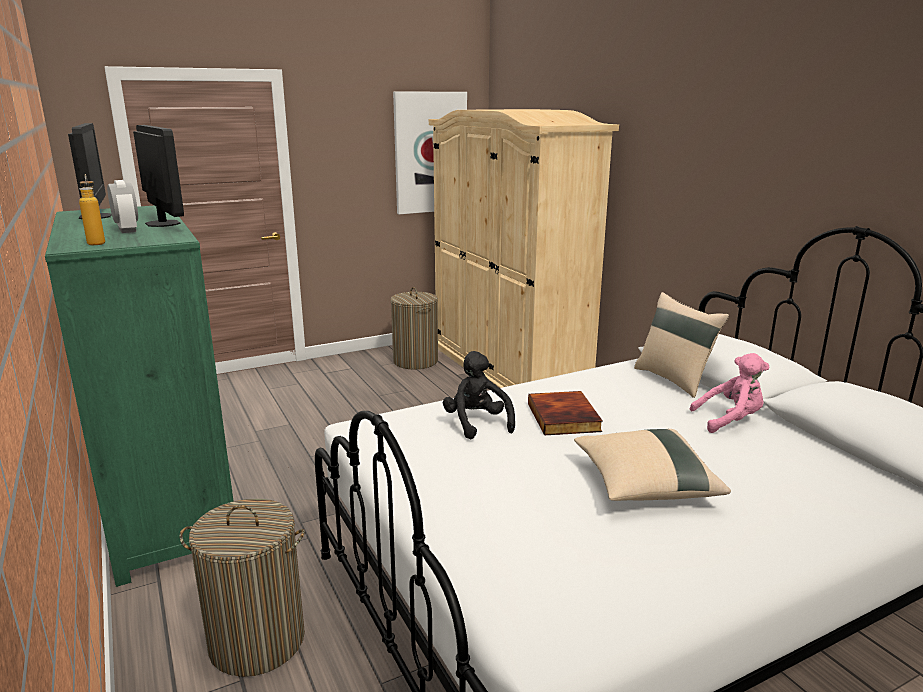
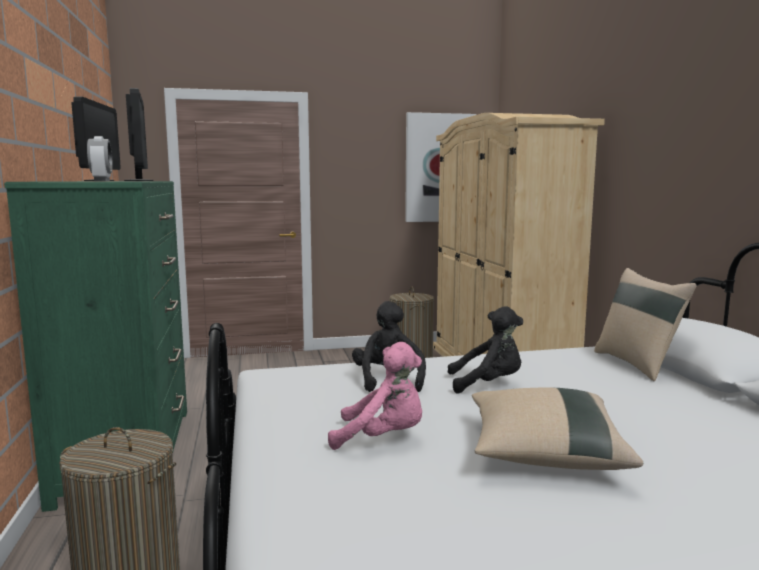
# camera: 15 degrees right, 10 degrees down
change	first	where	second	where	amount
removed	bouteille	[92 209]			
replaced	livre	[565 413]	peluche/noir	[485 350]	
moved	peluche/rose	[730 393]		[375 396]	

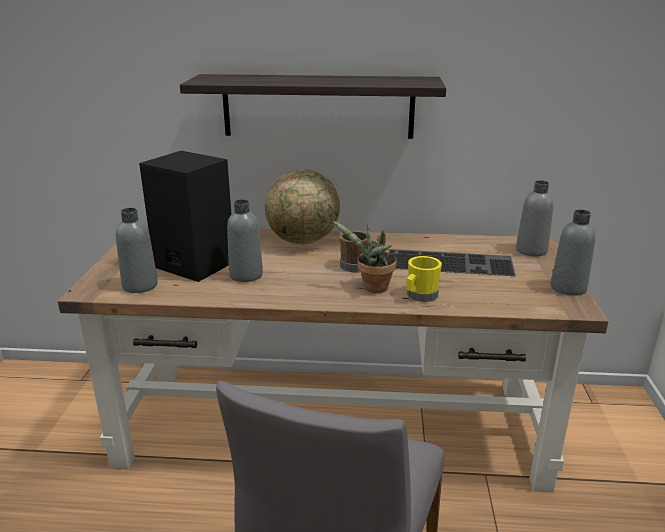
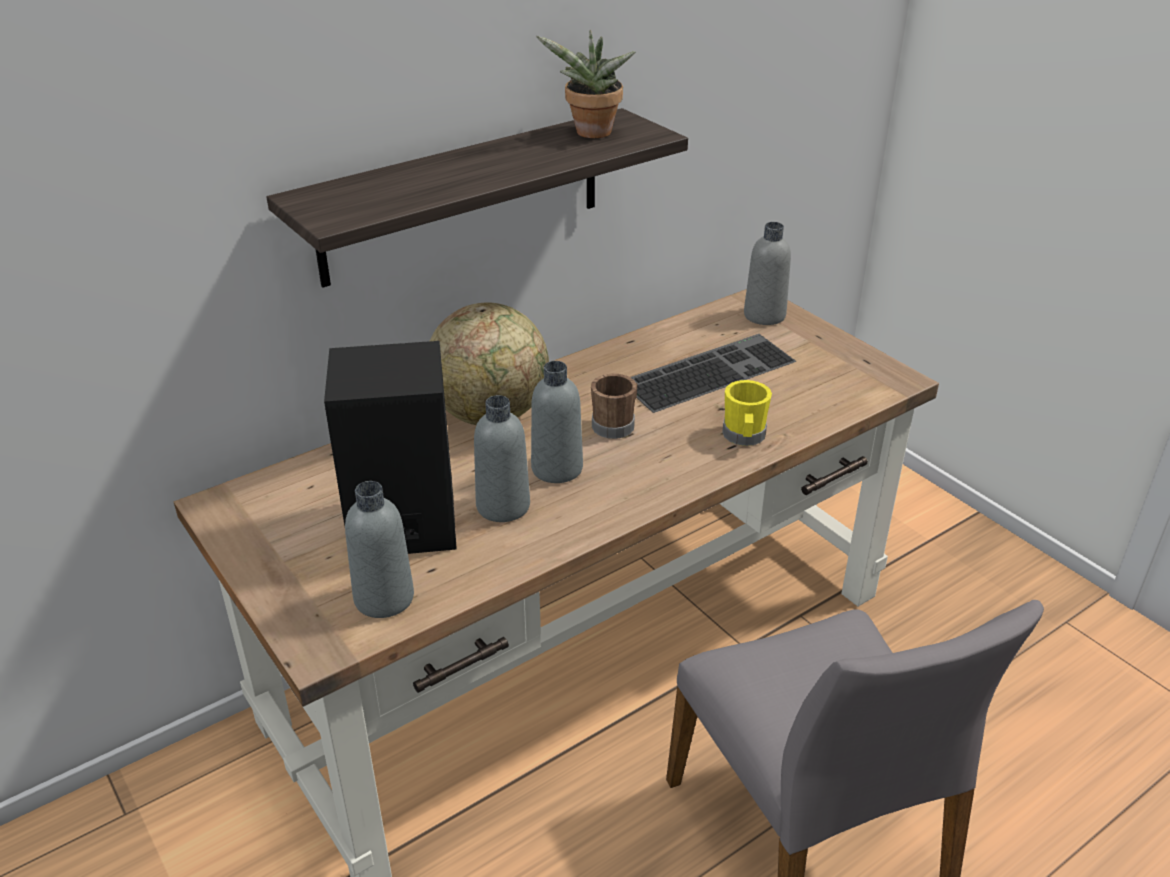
# camera: 40 degrees left, 10 degrees up
change	first	where	second	where	amount
moved	plante en pot	[364 256]		[585 84]	
moved	bouteille/gris	[573 253]		[557 422]	

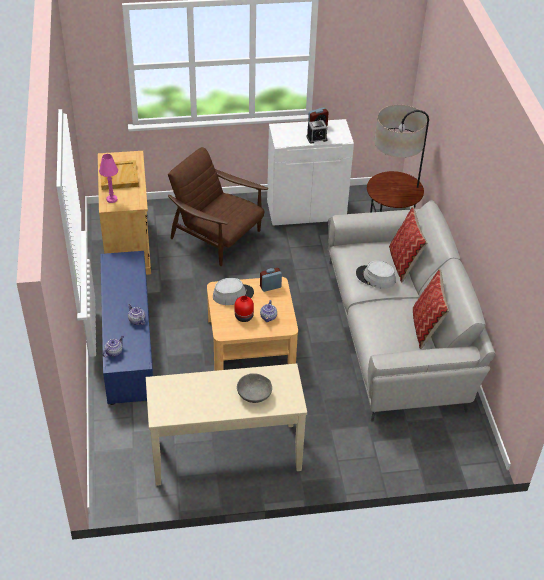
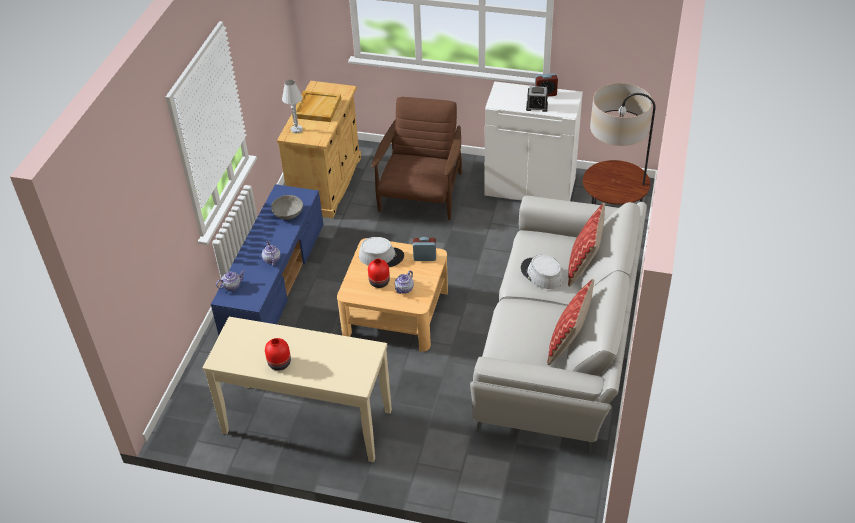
# camera: 25 degrees right, 0 degrees up
change	first	where	second	where	amount
recoloured	lampe de table/rose	[108 178]	lampe de table/blanc	[292 106]	
turned	fauteuil/marron	[218 206]		[416 158]	45 degrees clockwise
moved	bol/gris	[254 388]		[287 207]	
added			vase/rouge	[278 354]	

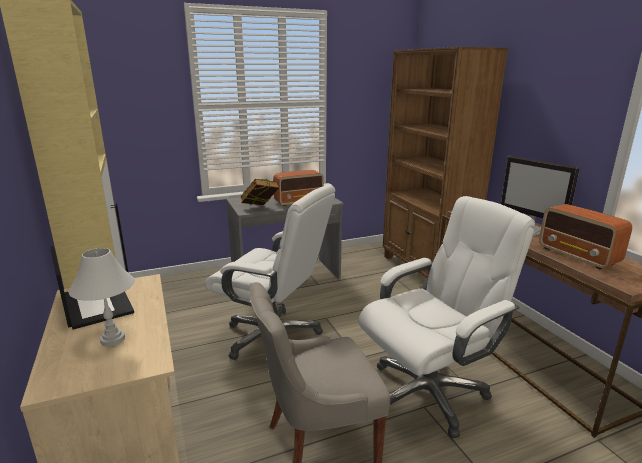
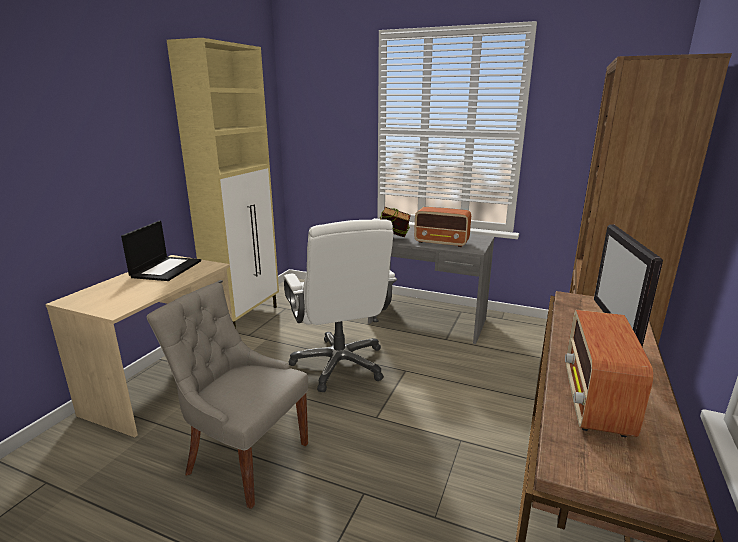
# camera: 45 degrees right, 0 degrees up
change	first	where	second	where	amount
removed	lampe de table/blanc	[101 297]			
removed	chaise de bureau/blanc	[446 317]			

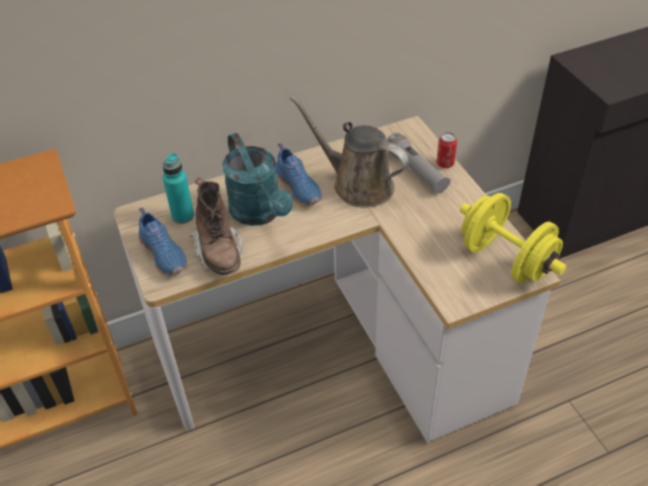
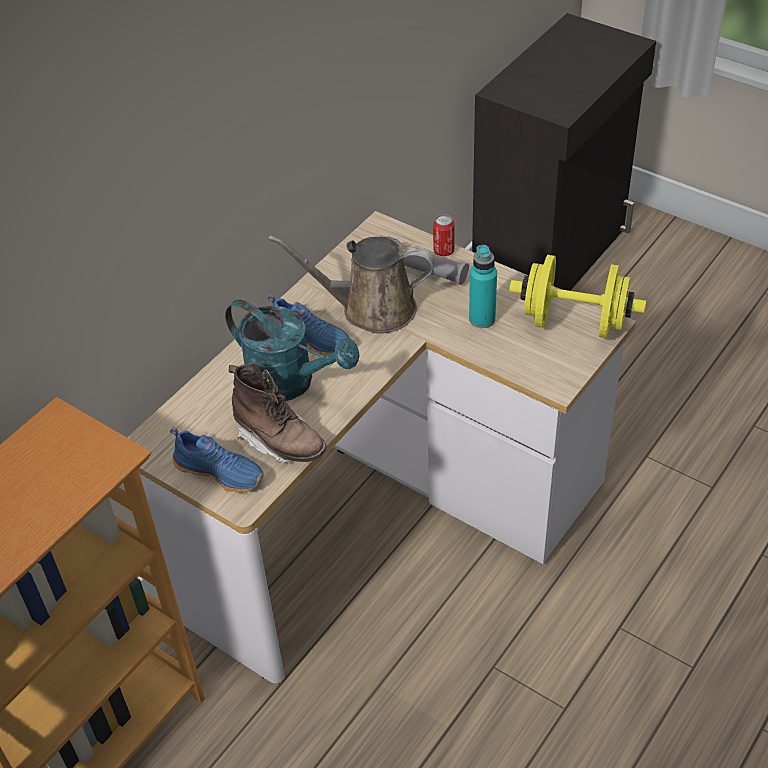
# camera: 30 degrees left, 0 degrees up
change	first	where	second	where	amount
moved	bouteille/turquoise	[178 188]		[483 286]	

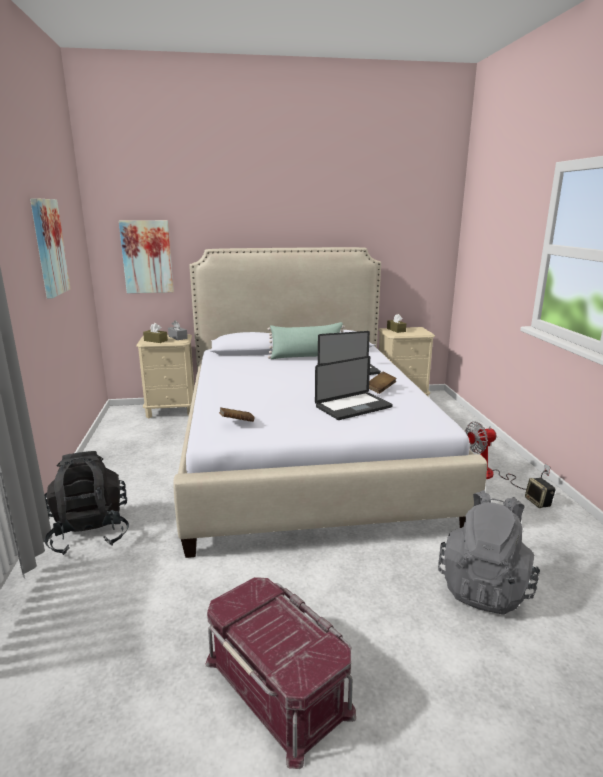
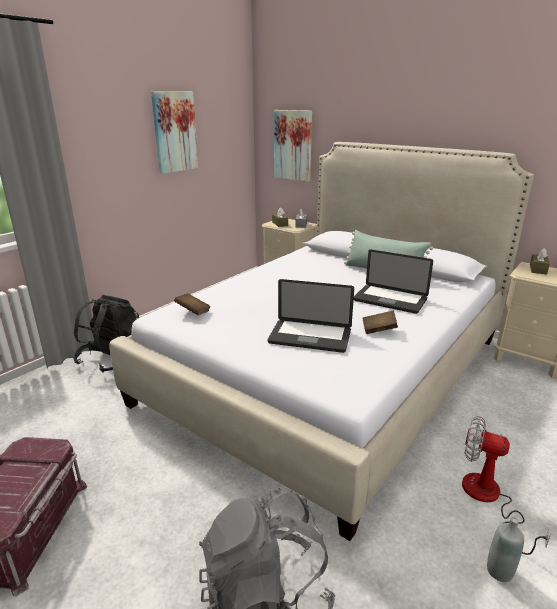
# camera: 45 degrees right, 5 degrees up
change	first	where	second	where	amount
replaced	enceinte	[540 493]	bouteille/gris	[505 549]	

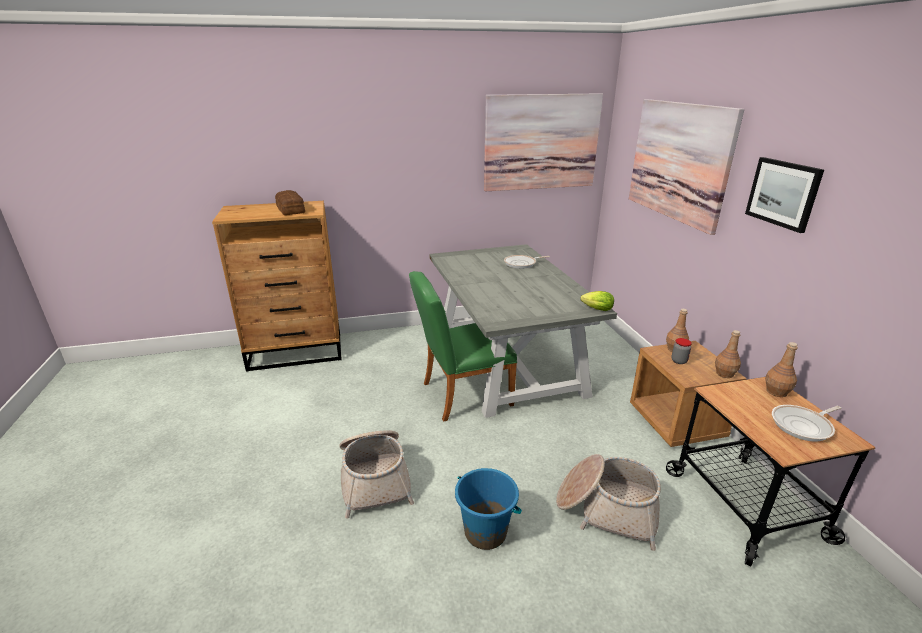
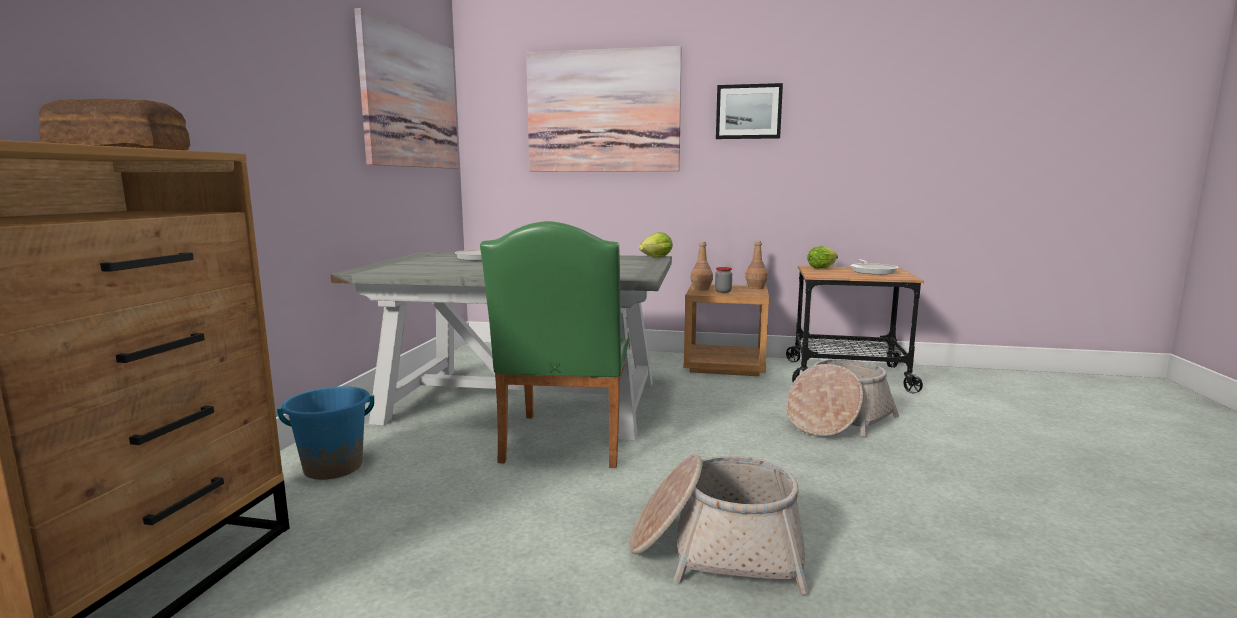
# camera: 65 degrees left, 15 degrees down
change	first	where	second	where	amount
moved	seau/bleu	[488 509]		[325 433]	
replaced	bouteille/marron	[781 369]	laitue	[822 257]	

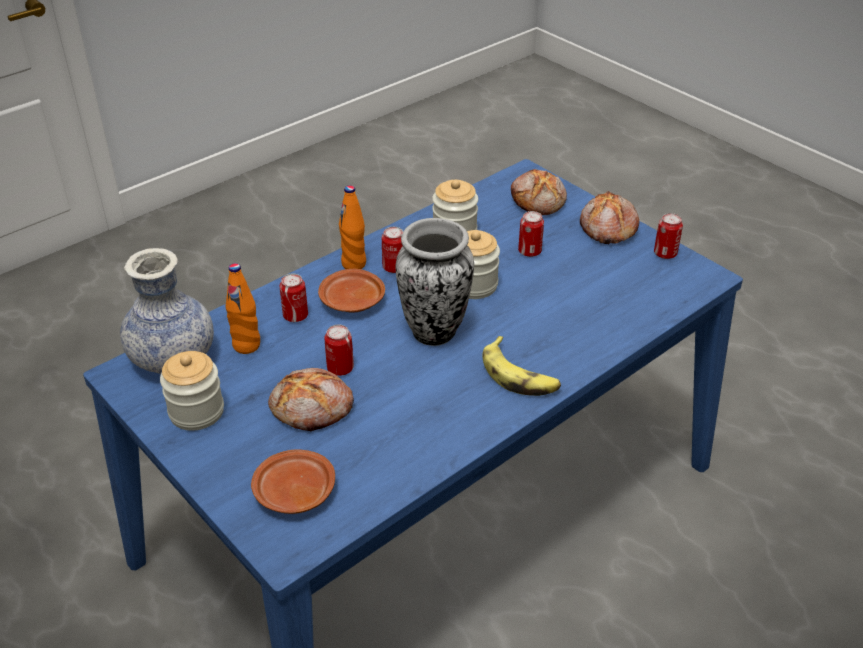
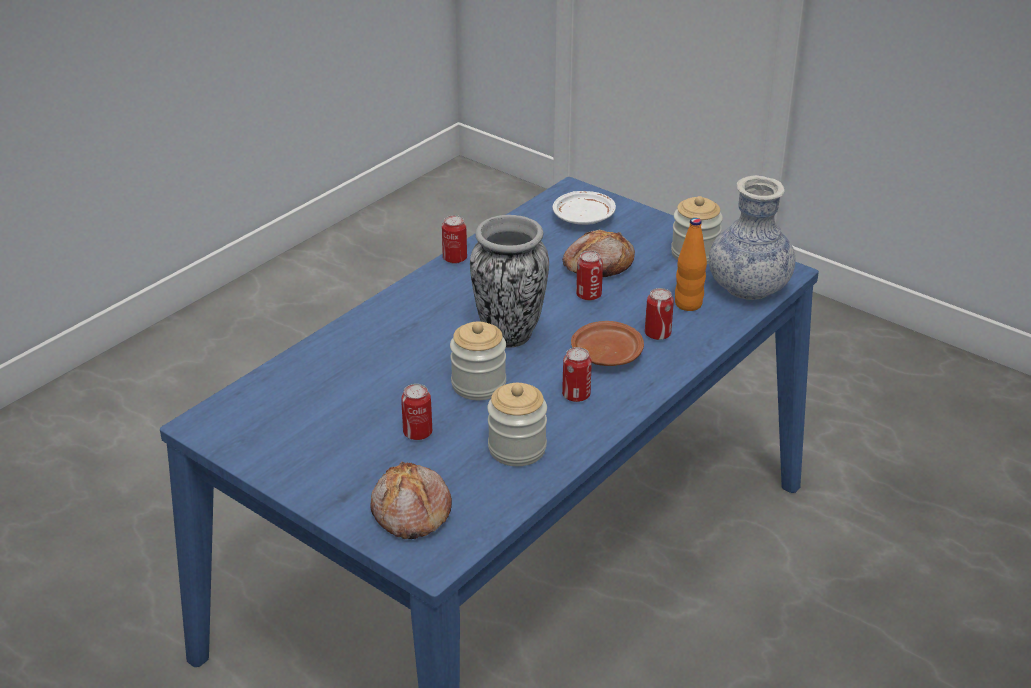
# camera: 170 degrees right, 5 degrees down
change	first	where	second	where	amount
recoloured	assiette/marron	[293 481]	assiette/blanc	[584 208]	
removed	bouteille/orange	[352 227]			
removed	banane	[521 366]			
removed	pain	[609 217]			
moved	boîte métallique	[668 236]		[454 239]	

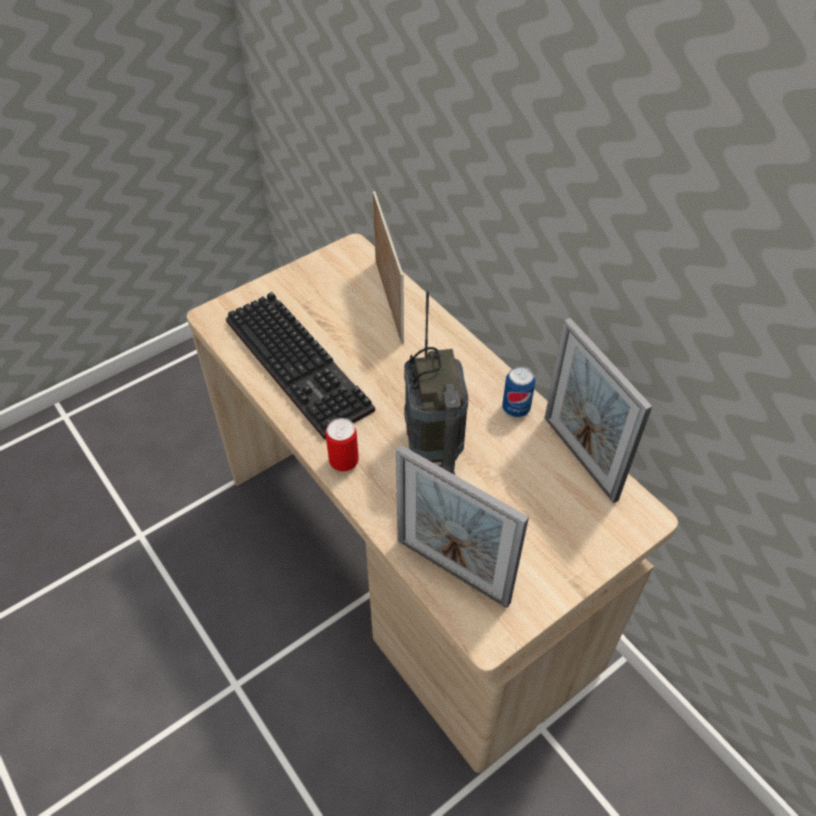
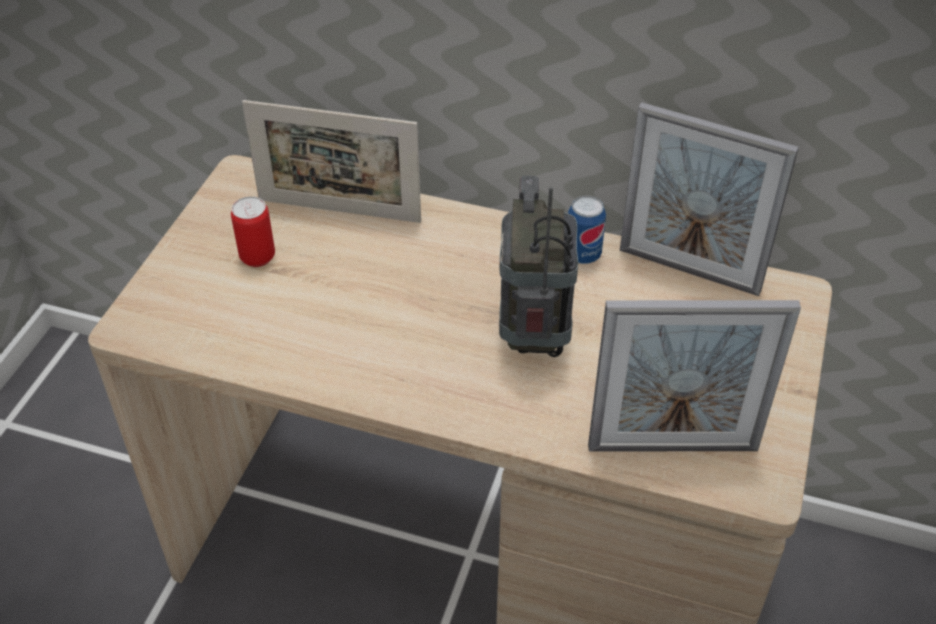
# camera: 35 degrees left, 5 degrees down
change	first	where	second	where	amount
removed	clavier	[300 366]			
moved	boîte métallique	[342 444]		[253 231]	
turned	cadre photo	[388 267]		[331 161]	150 degrees clockwise
turned	radio	[436 382]		[538 266]	135 degrees counterclockwise

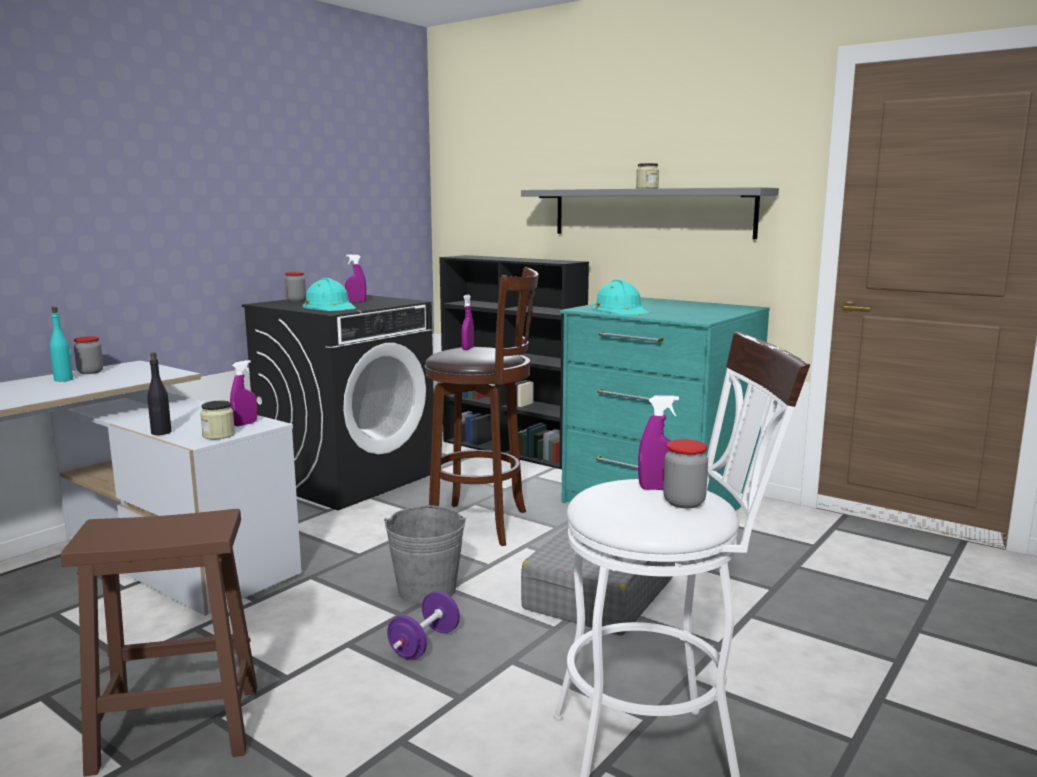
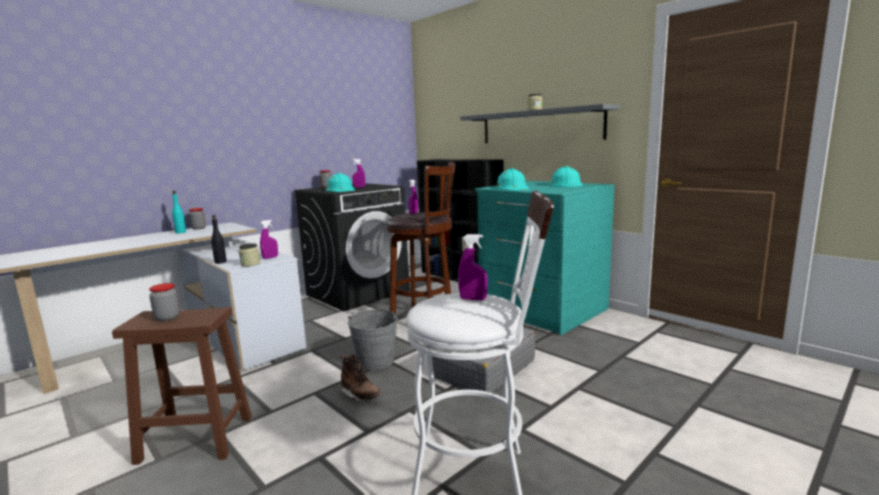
# camera: 10 degrees right, 0 degrees up
change	first	where	second	where	amount
replaced	haltère/violet	[423 625]	botte/marron	[361 378]	
moved	bocal	[685 473]		[164 302]	
added			casque de chantier/turquoise	[566 176]	

